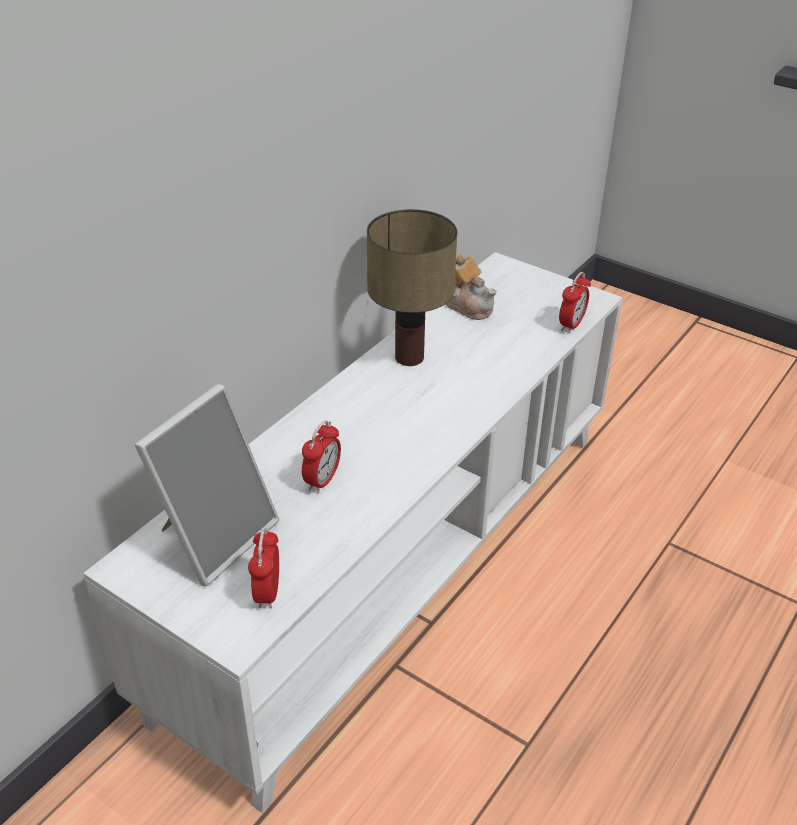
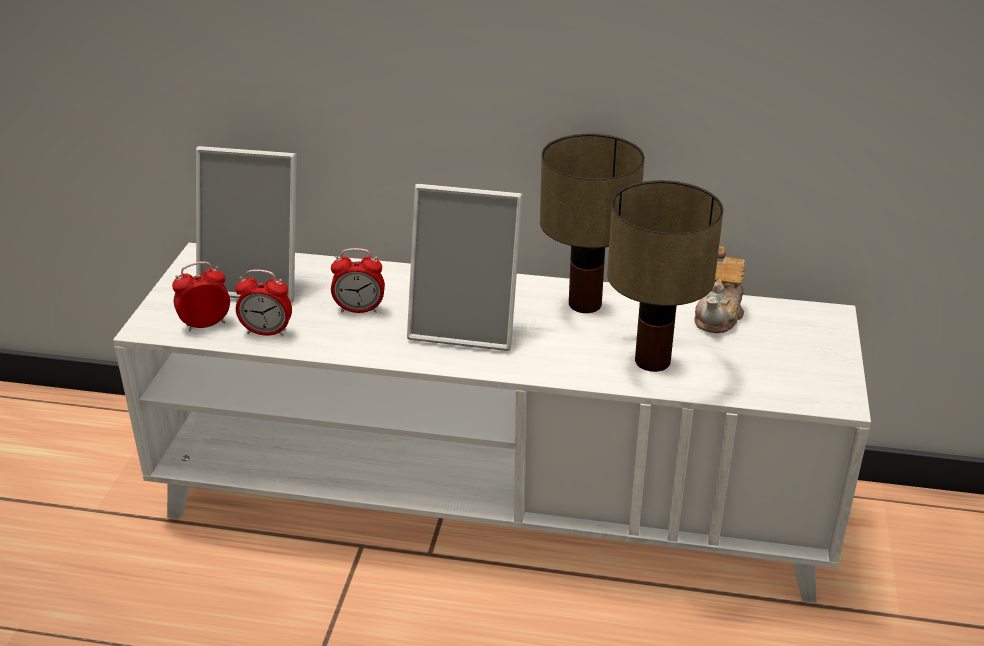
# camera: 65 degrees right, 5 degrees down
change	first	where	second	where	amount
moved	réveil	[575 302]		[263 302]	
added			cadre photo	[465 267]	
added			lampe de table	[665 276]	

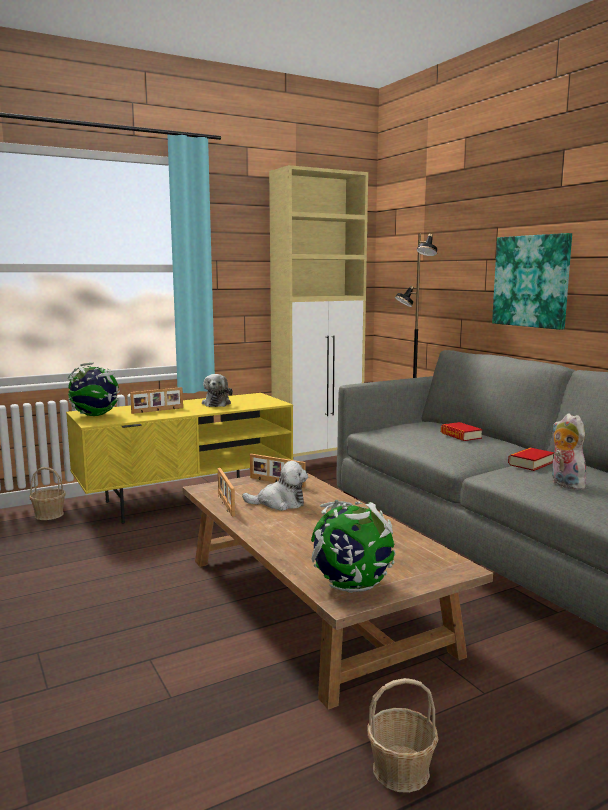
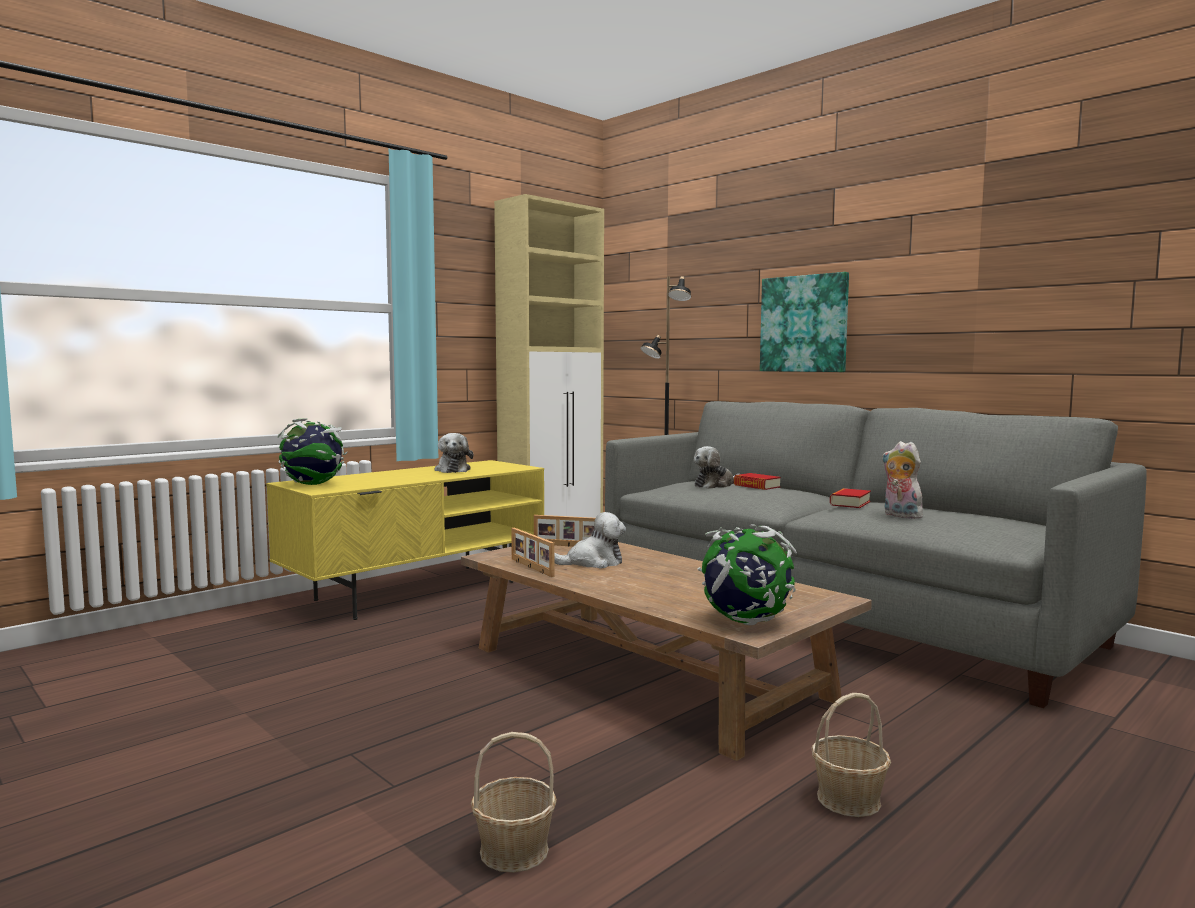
# camera: 15 degrees left, 5 degrees down
change	first	where	second	where	amount
moved	panier	[47 493]		[514 802]	
removed	cadre photo	[156 400]			
added			peluche	[716 467]	

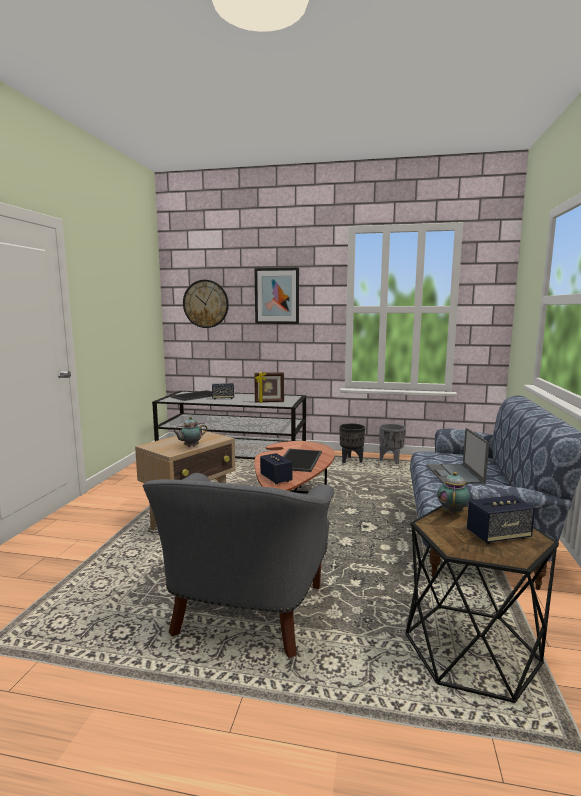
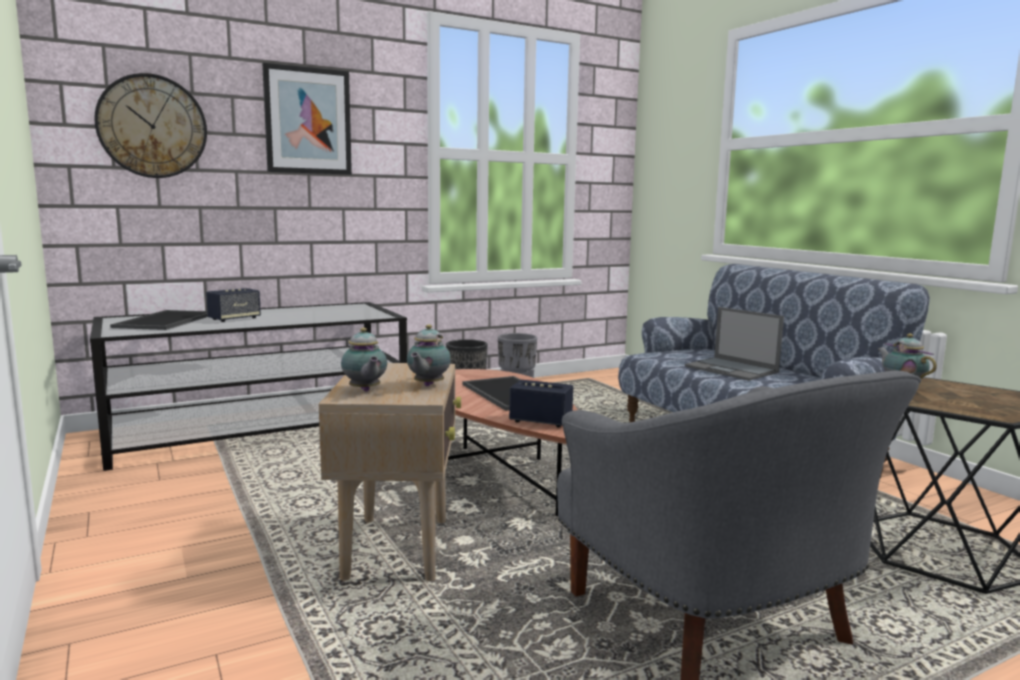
# camera: 40 degrees left, 0 degrees up
change	first	where	second	where	amount
removed	cadre photo	[269 387]			
removed	enceinte	[501 519]			
added			théière	[364 360]	

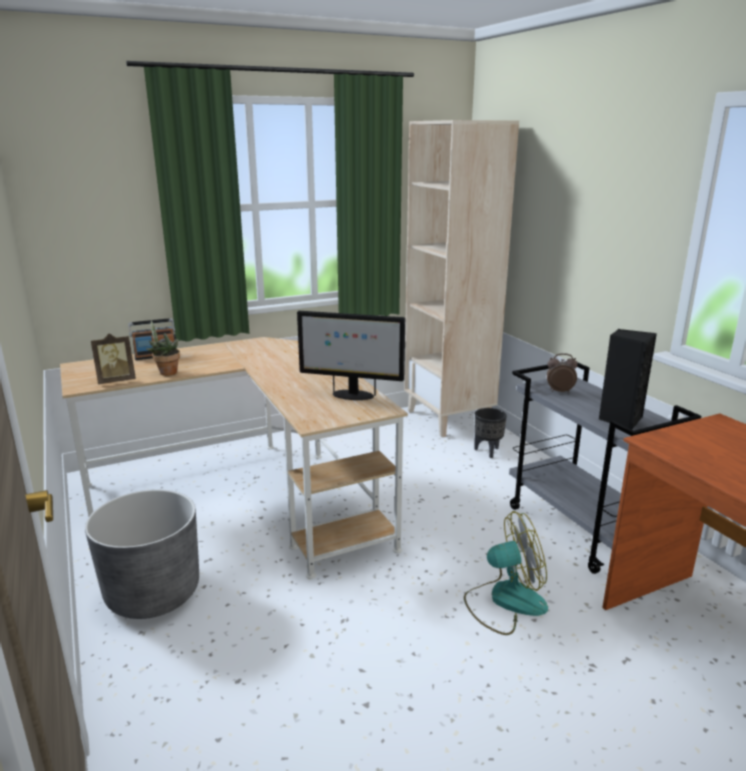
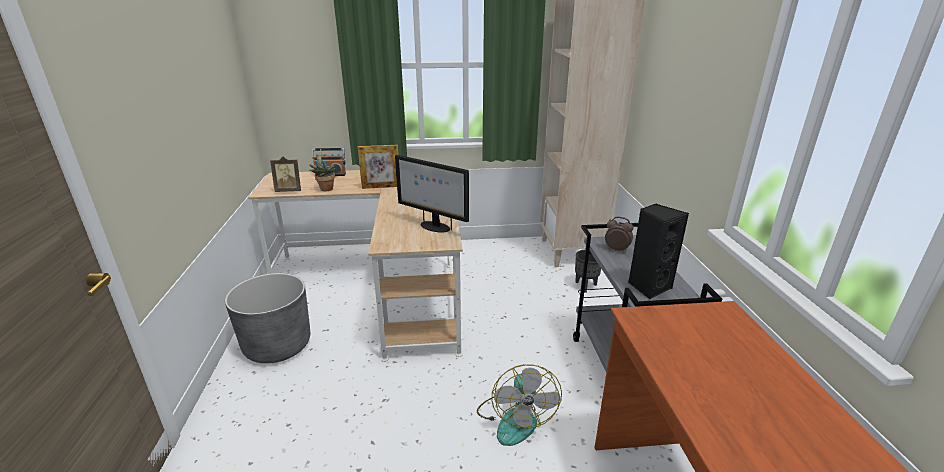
# camera: 20 degrees right, 5 degrees up
change	first	where	second	where	amount
turned	ventilateur	[506 573]		[519 405]	75 degrees clockwise
added			cadre photo	[378 167]	

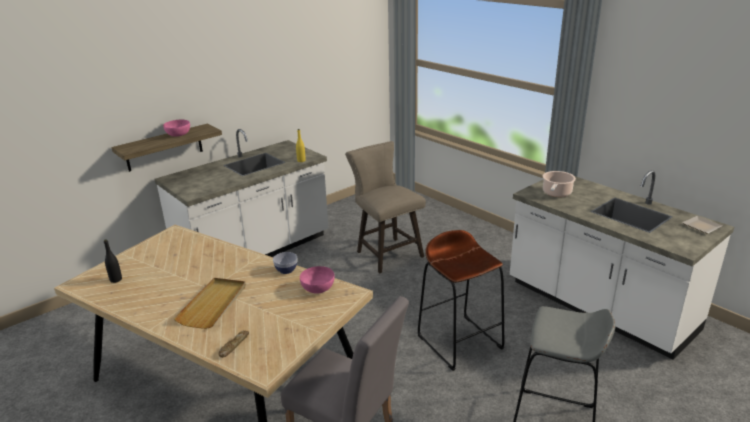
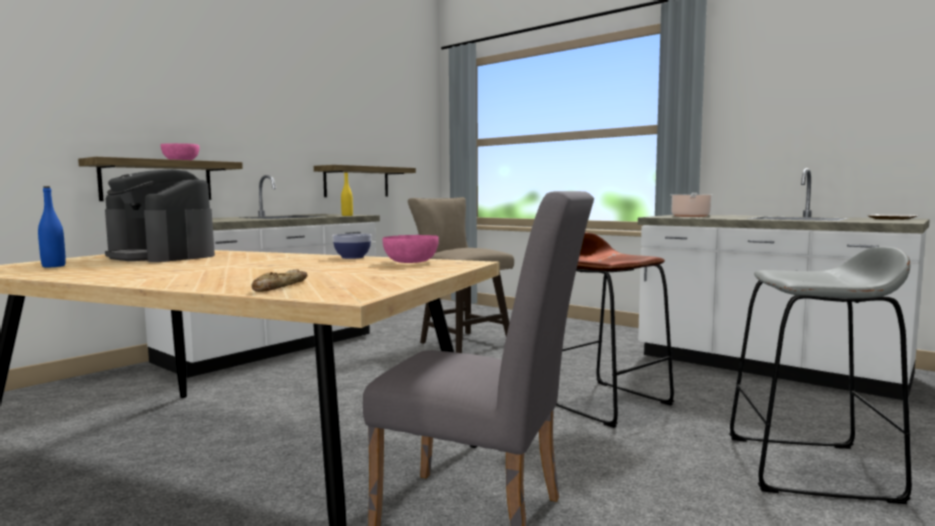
# camera: 10 degrees left, 20 degrees down
change	first	where	second	where	amount
recoloured	bouteille/noir	[113 261]	bouteille/bleu	[52 226]	
removed	plateau/beige	[210 303]			
added			machine à café	[160 215]	
added			étagère	[365 181]	

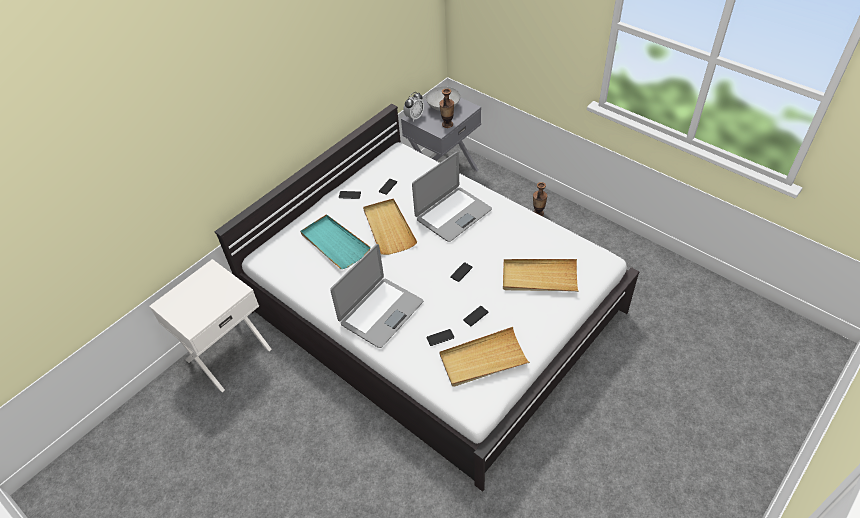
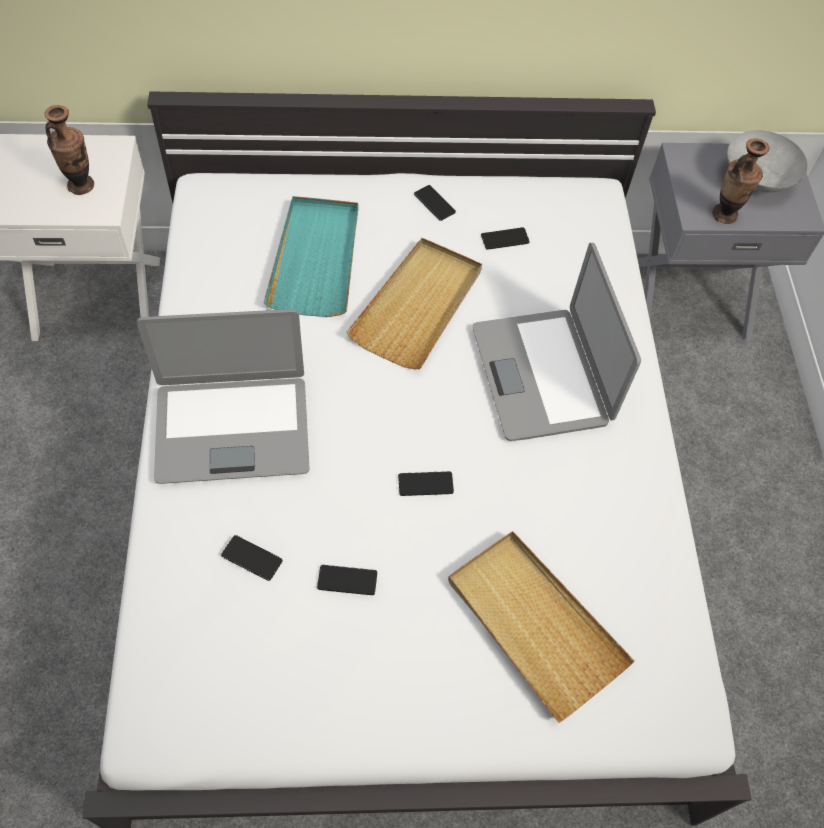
# camera: 40 degrees right, 10 degrees up
change	first	where	second	where	amount
removed	réveil	[413 107]			
turned	ordinateur portable	[452 197]		[556 342]	75 degrees clockwise
removed	plateau/beige	[484 357]			
moved	vase	[540 199]		[69 150]	

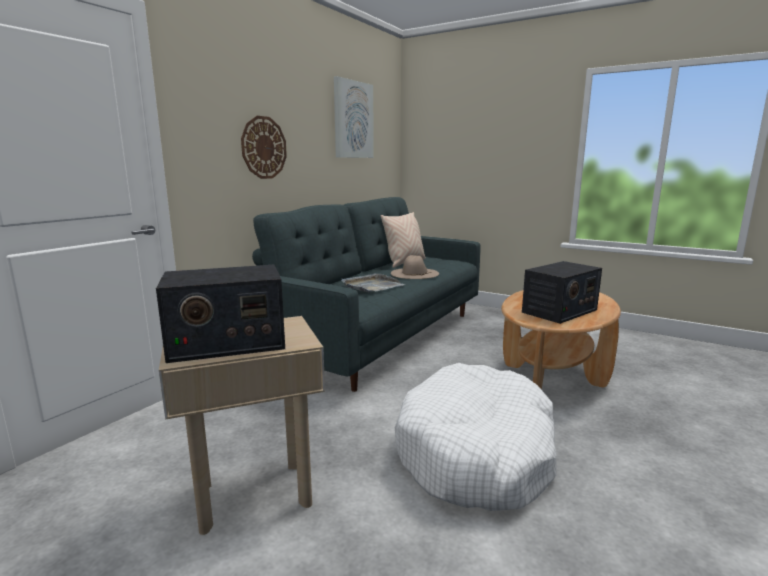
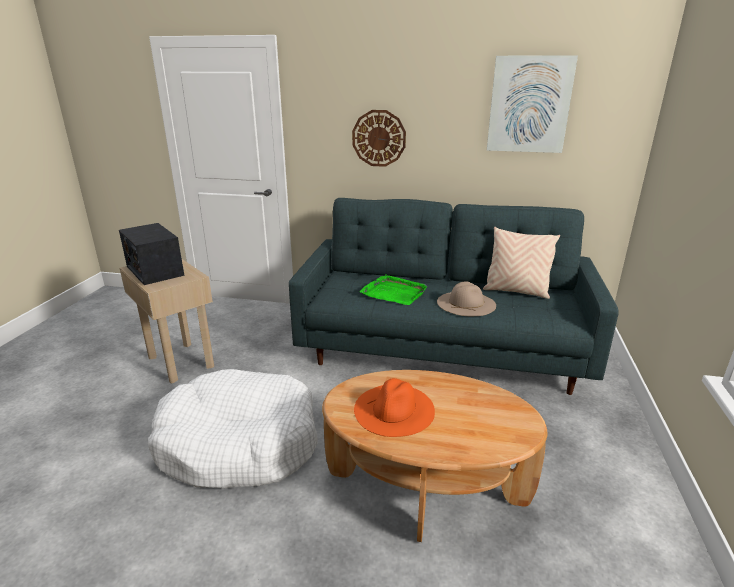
# camera: 70 degrees right, 10 degrees up
change	first	where	second	where	amount
recoloured	plateau/gris	[373 283]	plateau/vert	[394 289]	
replaced	radio	[562 292]	chapeau/orange	[394 407]	

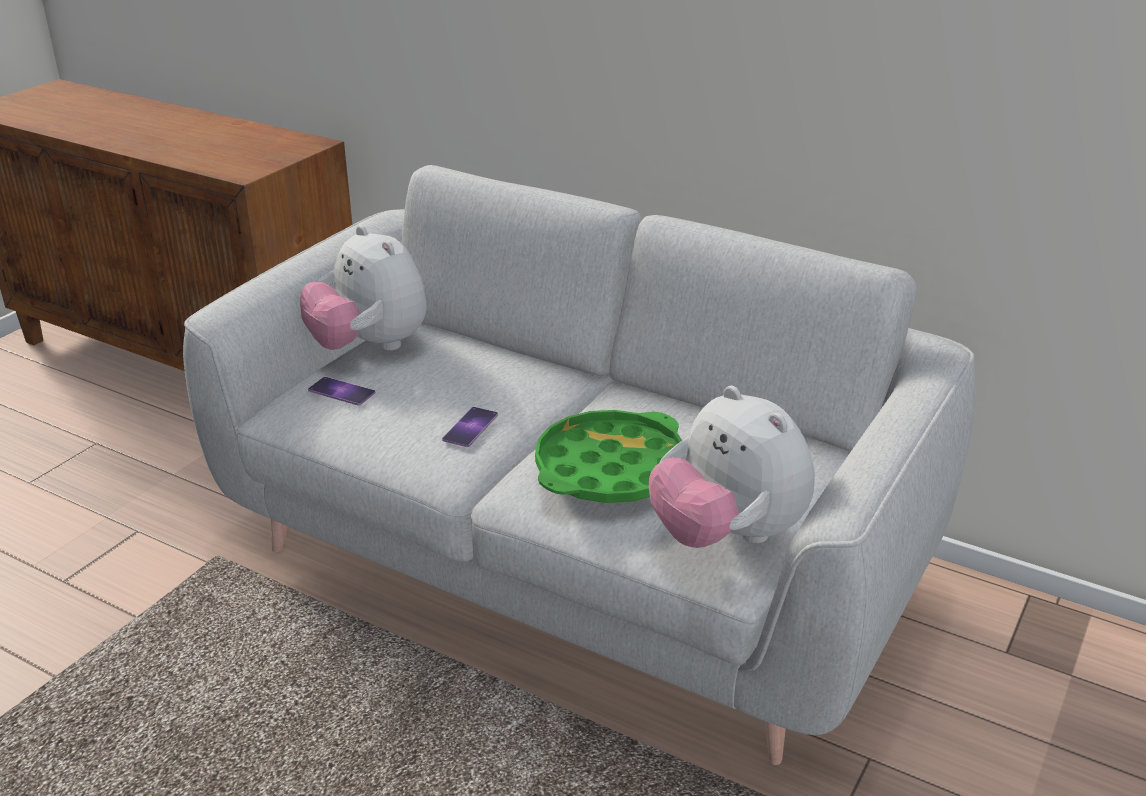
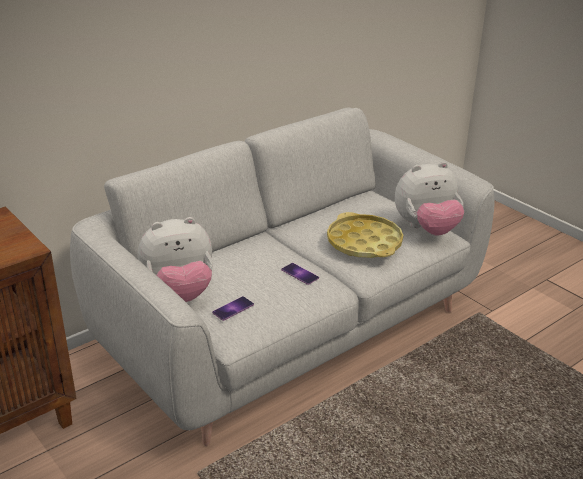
# camera: 70 degrees left, 0 degrees up
change	first	where	second	where	amount
recoloured	plateau/vert	[608 456]	plateau/jaune	[365 235]	

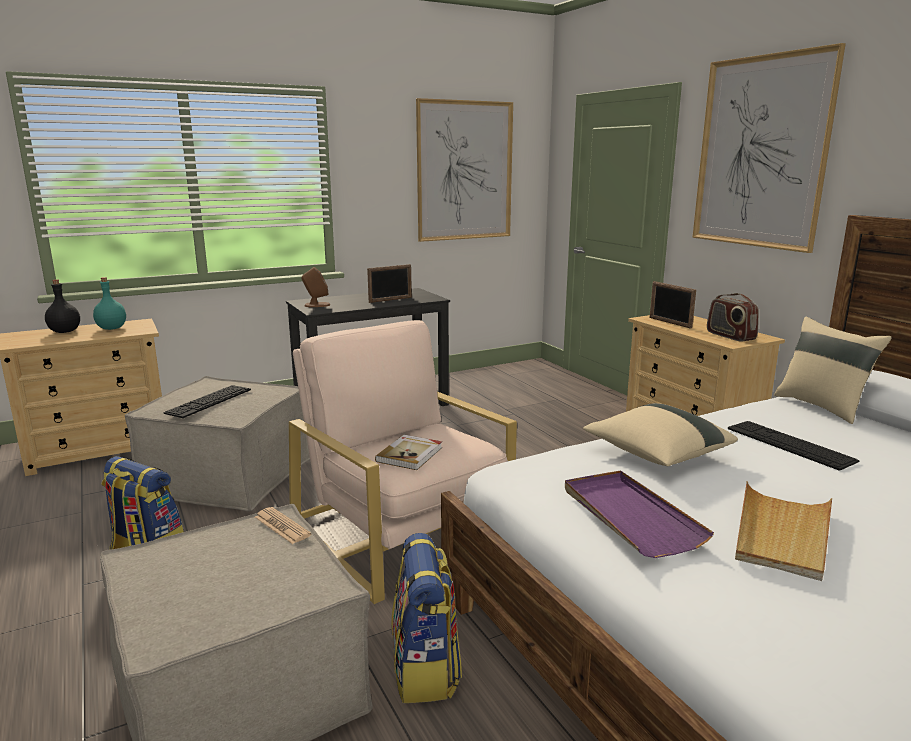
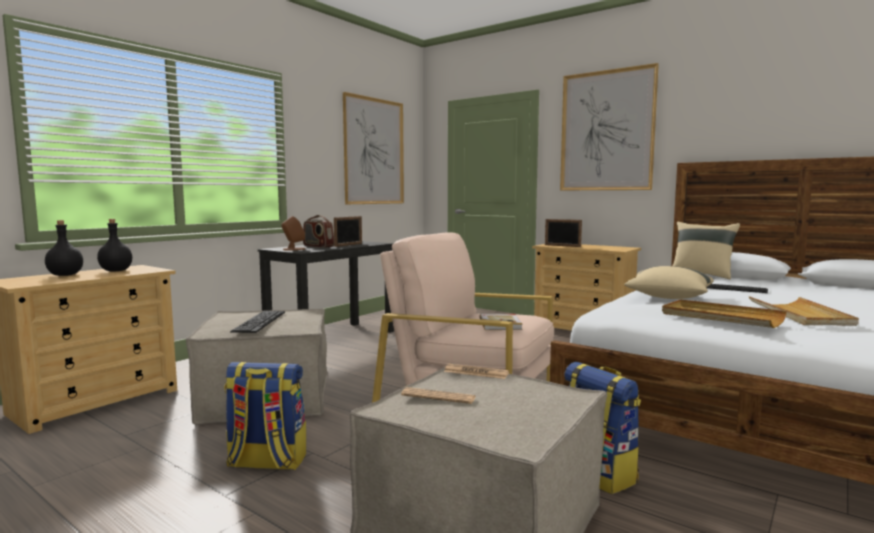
# camera: 25 degrees left, 10 degrees down
change	first	where	second	where	amount
recoloured	bouteille/turquoise	[109 303]	bouteille/noir	[114 245]	
recoloured	plateau/violet	[639 514]	plateau/beige	[724 313]	
moved	radio	[733 317]		[318 231]	
added			journal	[438 395]	

